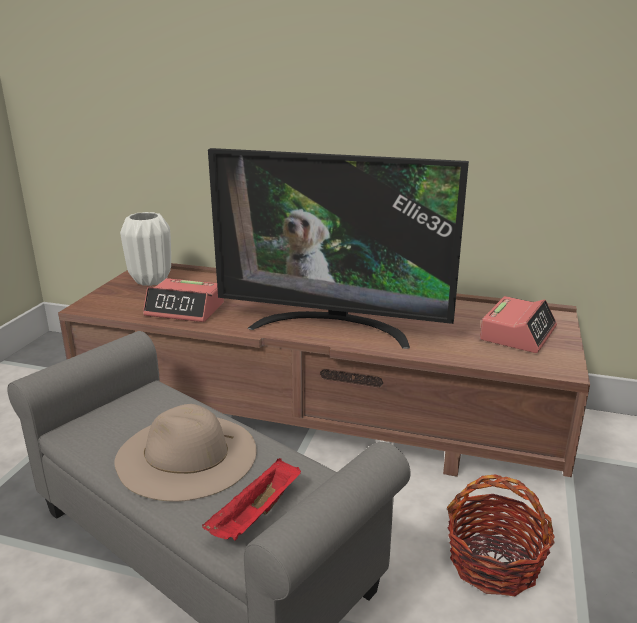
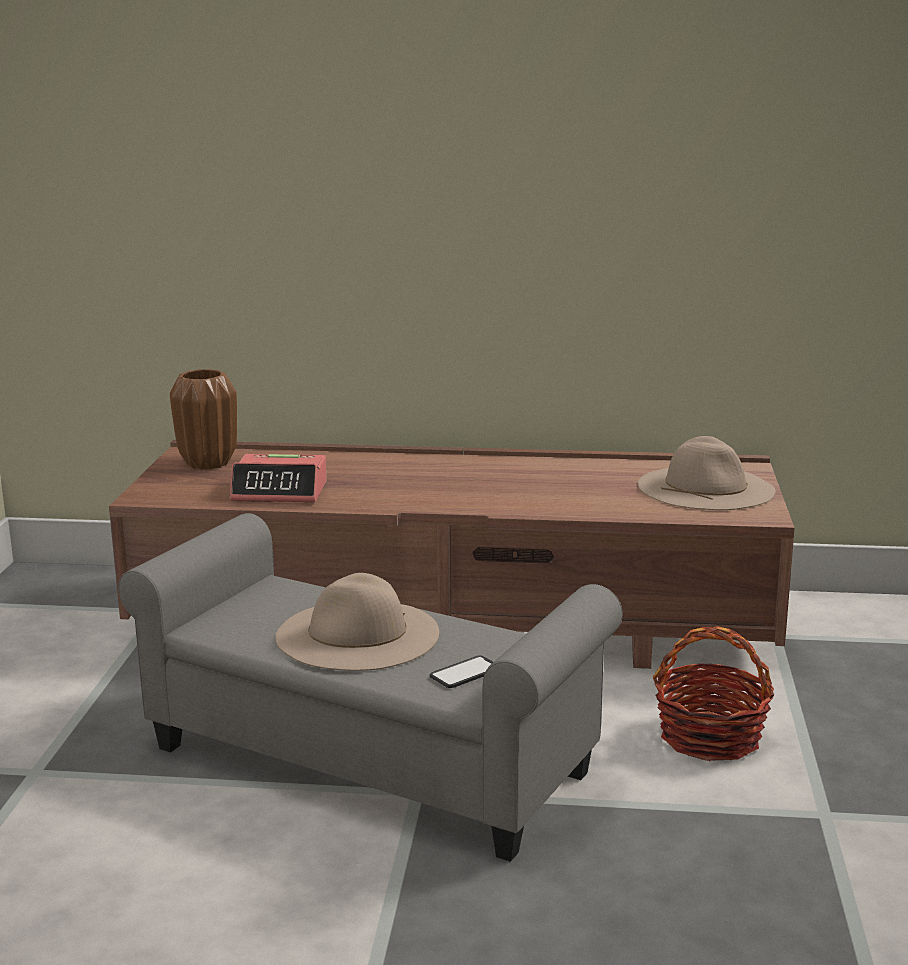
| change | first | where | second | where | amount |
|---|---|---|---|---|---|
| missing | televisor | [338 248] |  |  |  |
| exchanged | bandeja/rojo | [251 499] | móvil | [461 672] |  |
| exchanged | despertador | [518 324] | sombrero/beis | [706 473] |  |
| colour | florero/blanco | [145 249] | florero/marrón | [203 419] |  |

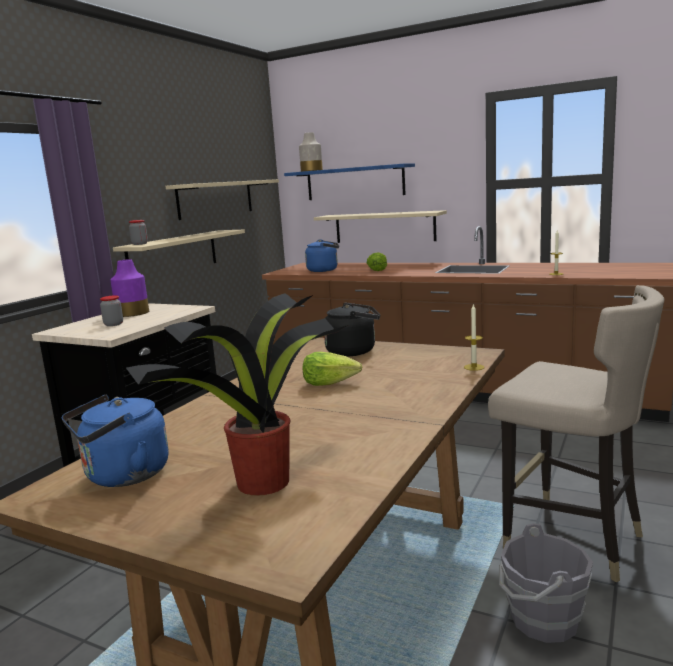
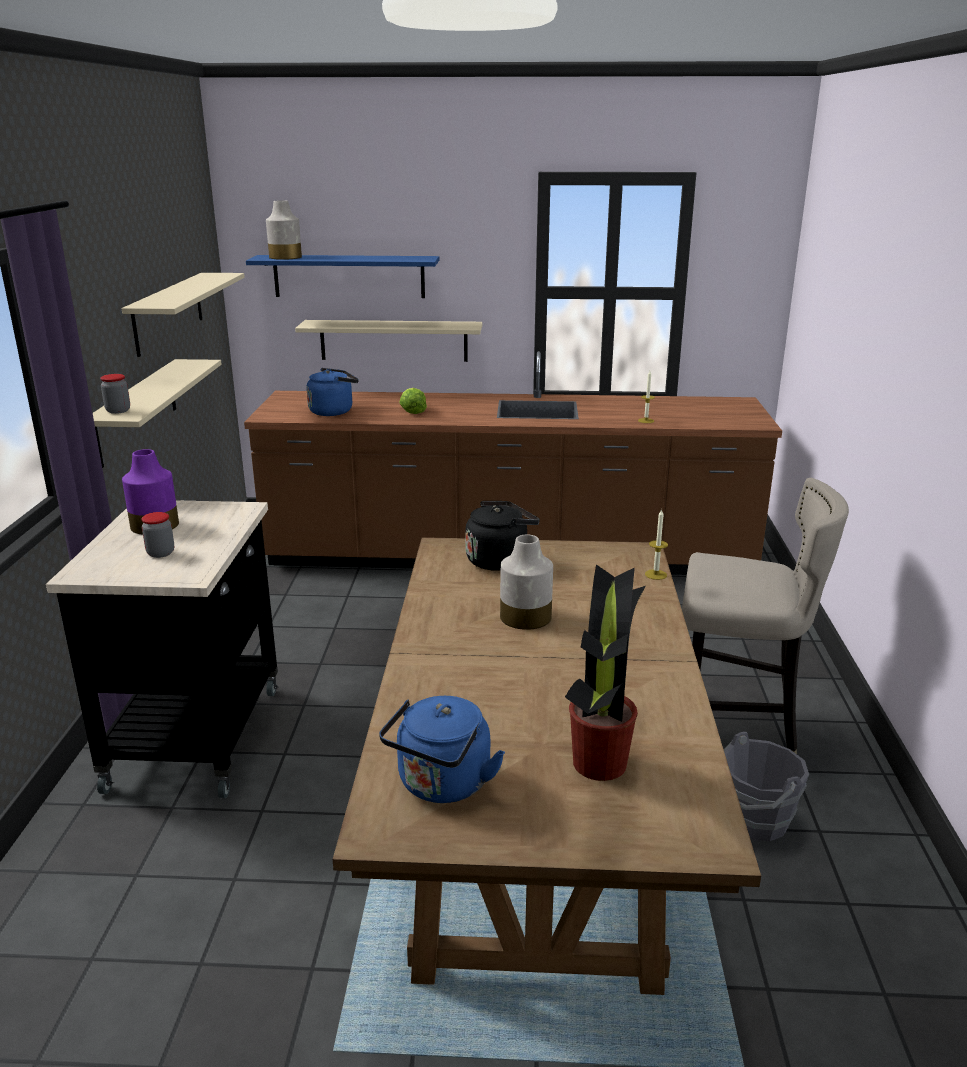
| change | first | where | second | where | amount |
|---|---|---|---|---|---|
| exchanged | lechuga | [332 369] | florero/beis | [526 582] |  |

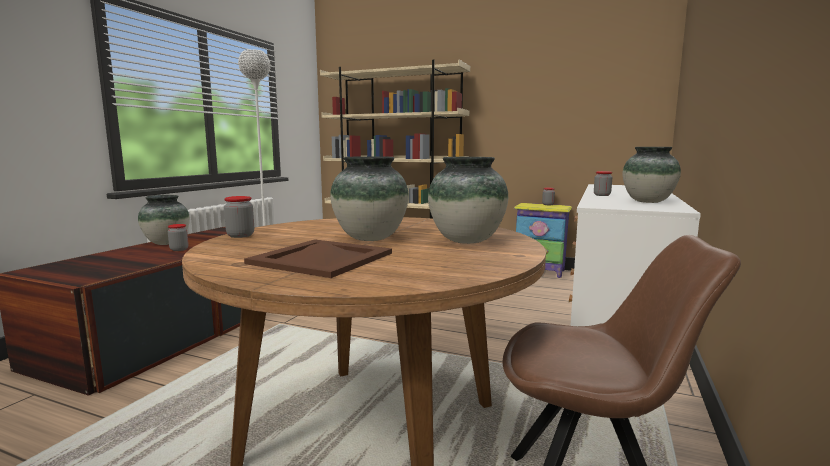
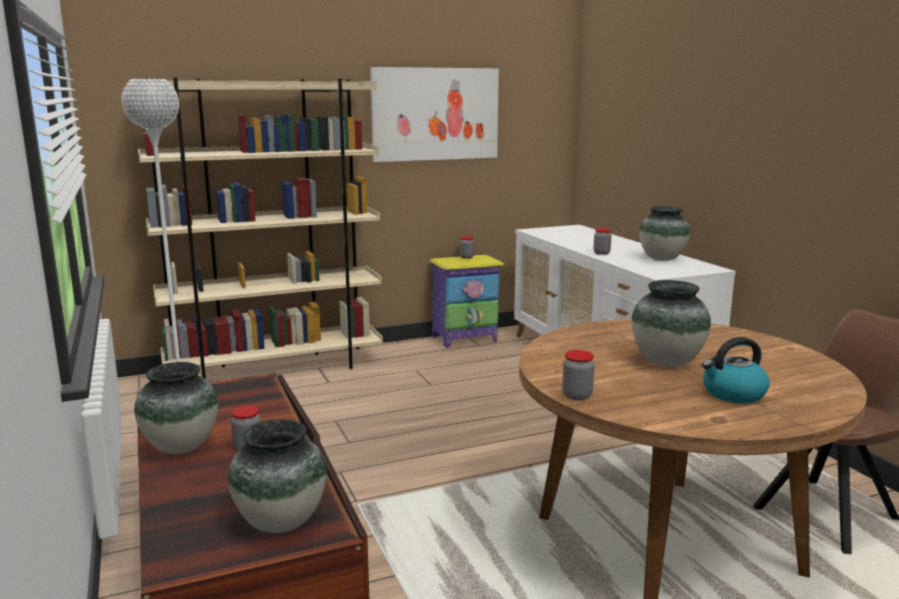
| change | first | where | second | where | amount |
|---|---|---|---|---|---|
| appeared |  |  | cuadro | [434 114] |  |
| relocated | florero | [468 200] |  | [277 476] |  |
| exchanged | bandeja/marrón | [318 259] | hervidor | [735 370] |  |

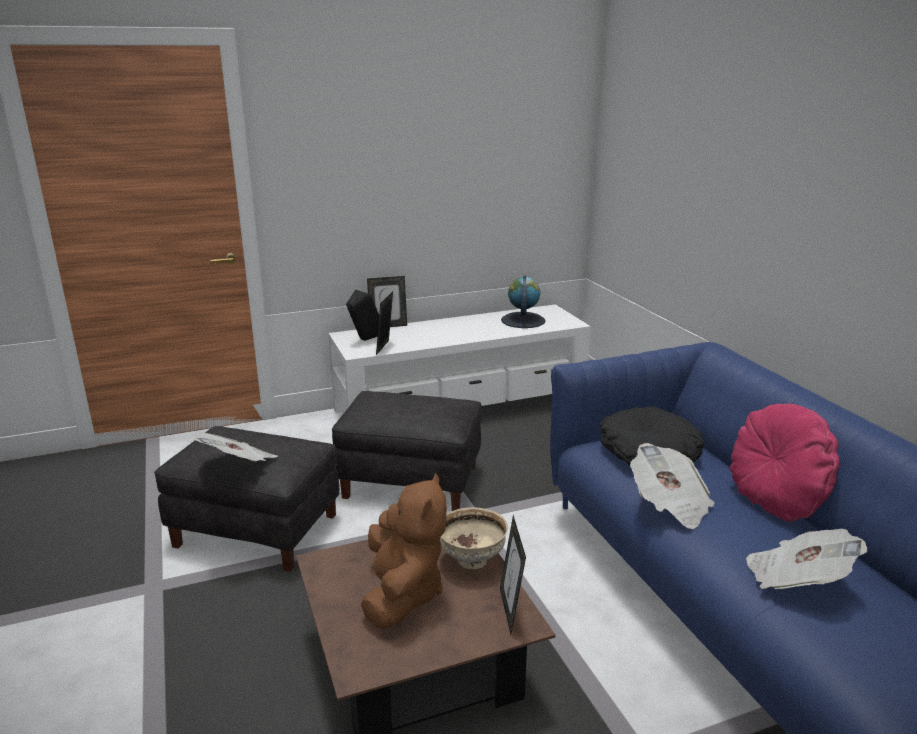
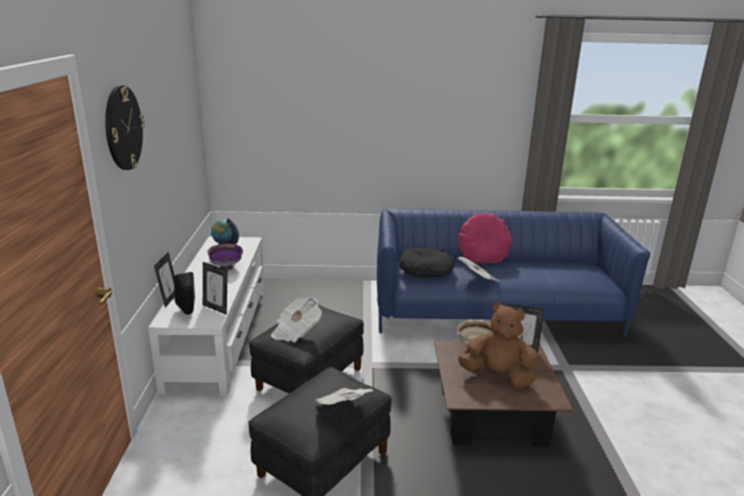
| change | first | where | second | where | amount |
|---|---|---|---|---|---|
| appeared |  |  | reloj de pared | [125 127] |  |
| appeared |  |  | cuenco/morado | [225 256] |  |
| relocated | periódico | [806 559] |  | [296 319] |  |

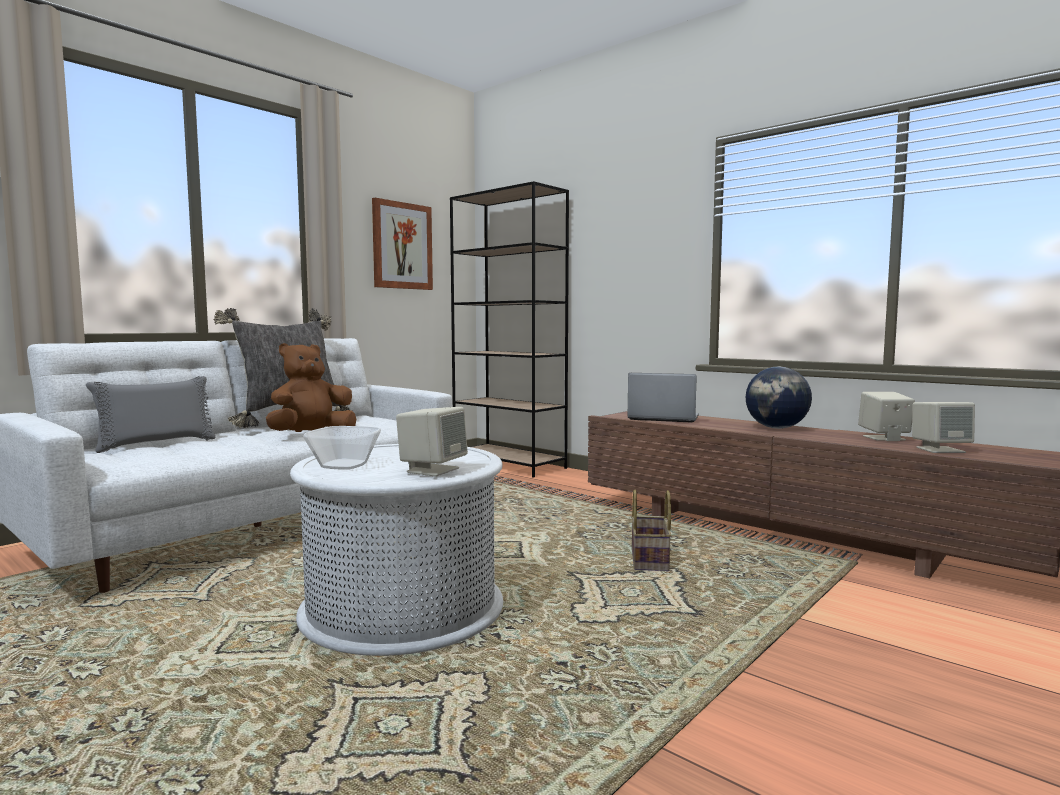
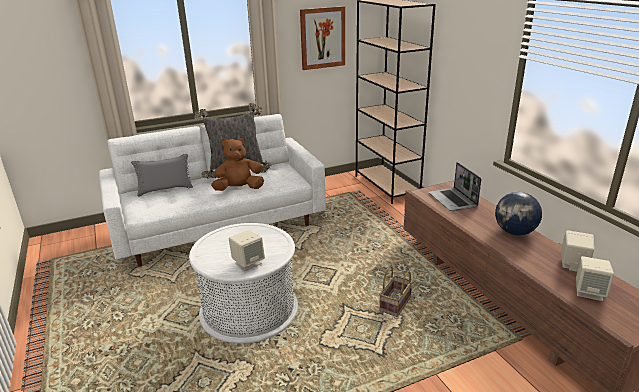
| change | first | where | second | where | amount |
|---|---|---|---|---|---|
| missing | cuenco | [342 447] |  |  |  |
| spun | portátil | [663 398] |  | [455 186] | 150 degrees counterclockwise |

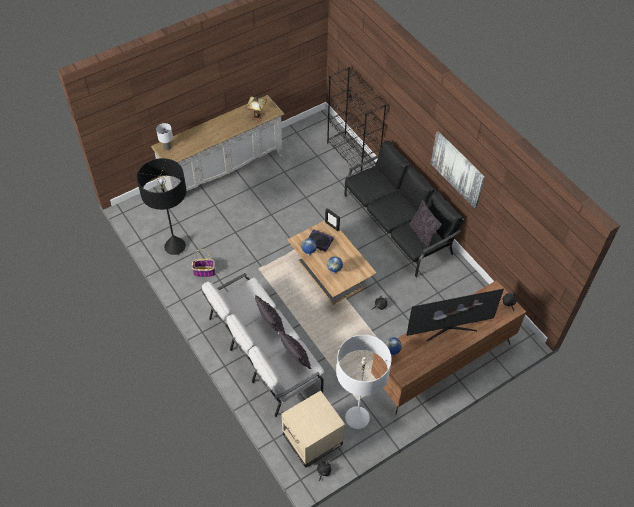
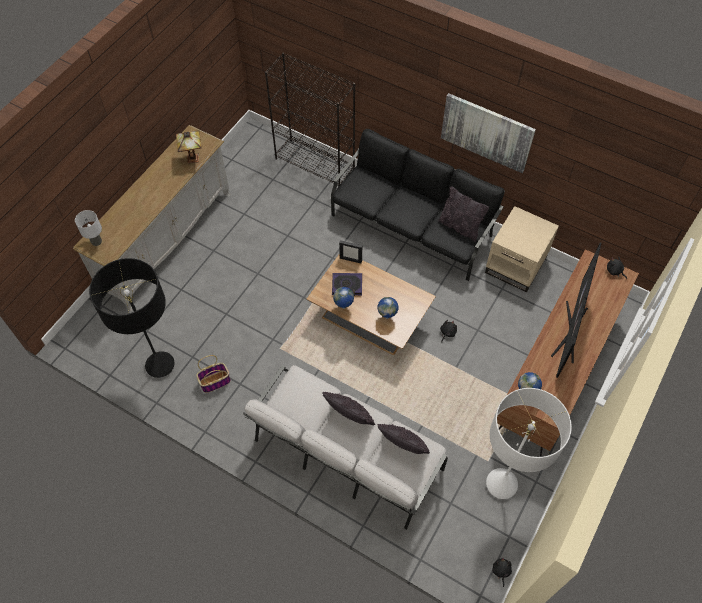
| change | first | where | second | where | amount |
|---|---|---|---|---|---|
| relocated | mesa auxiliar/beis | [313 429] |  | [522 249] |  |
| spun | televisor | [455 315] |  | [576 310] | 150 degrees clockwise |

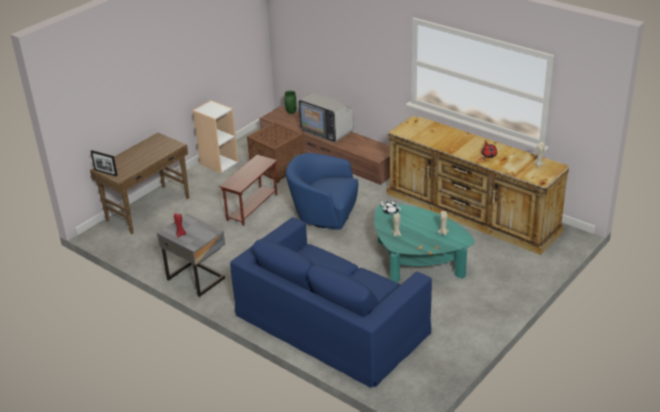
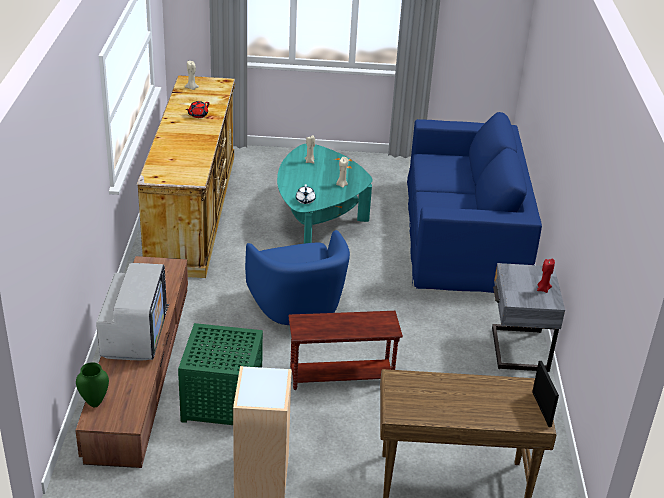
| change | first | where | second | where | amount |
|---|---|---|---|---|---|
| colour | mesa auxiliar/marrón | [275 152] | mesa auxiliar/verde | [220 374] |  |

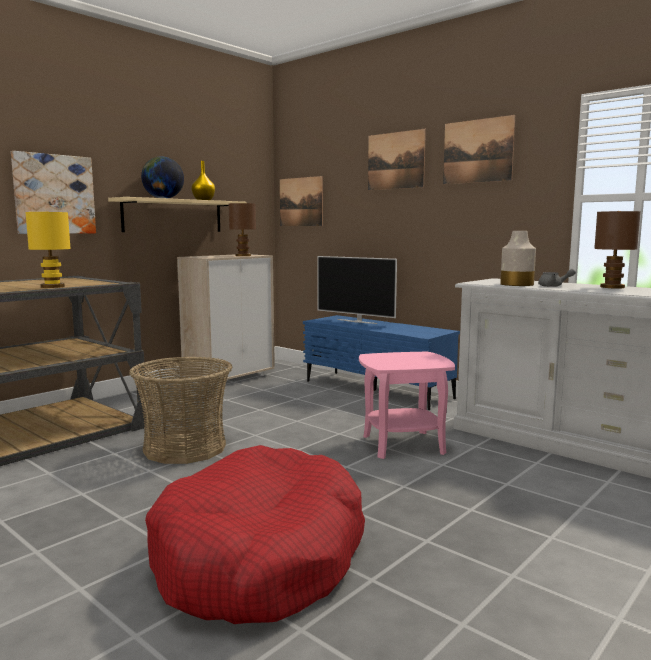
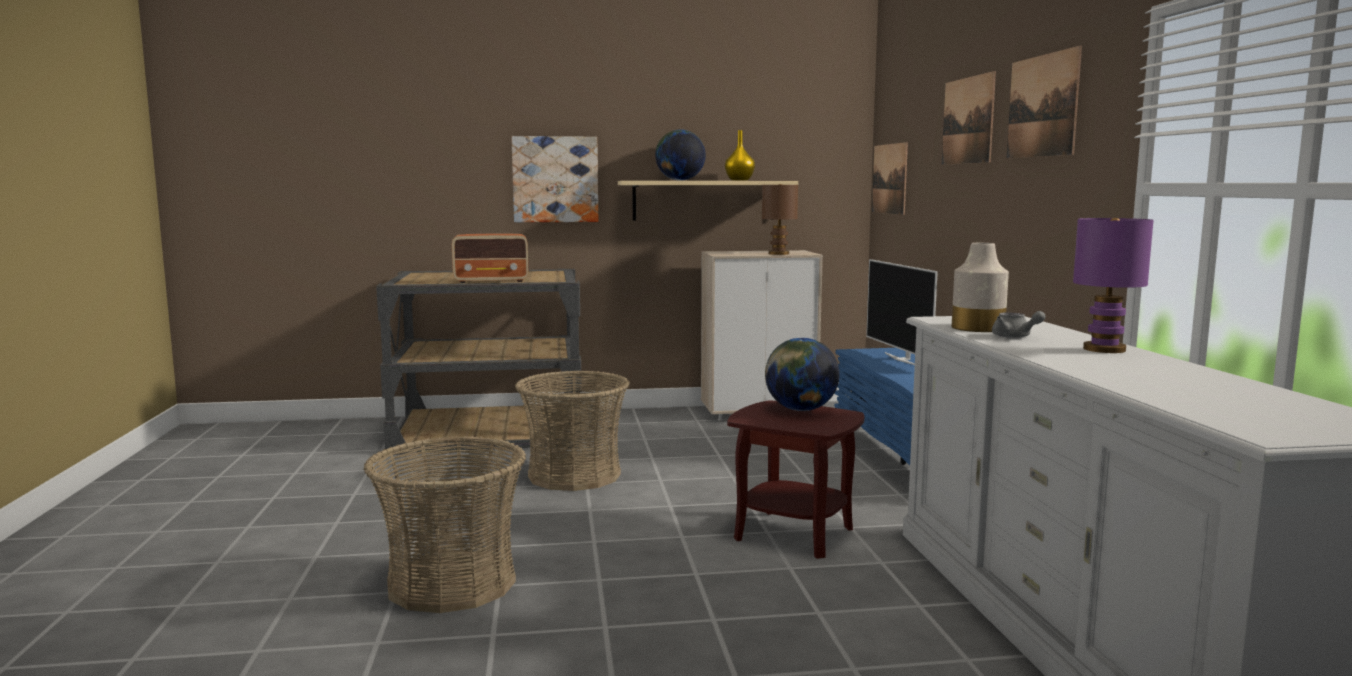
| change | first | where | second | where | amount |
|---|---|---|---|---|---|
| appeared |  |  | globo terráqueo | [802 374] |  |
| exchanged | lámpara de mesa/amarillo | [48 249] | radio | [490 258] |  |
| exchanged | cama para perro/rojo | [255 534] | cesta | [444 524] |  |
| colour | mesa auxiliar/rosa | [407 405] | mesa auxiliar/marrón | [796 479] |  |
| colour | lámpara de mesa/marrón | [617 250] | lámpara de mesa/morado | [1113 285] |  |

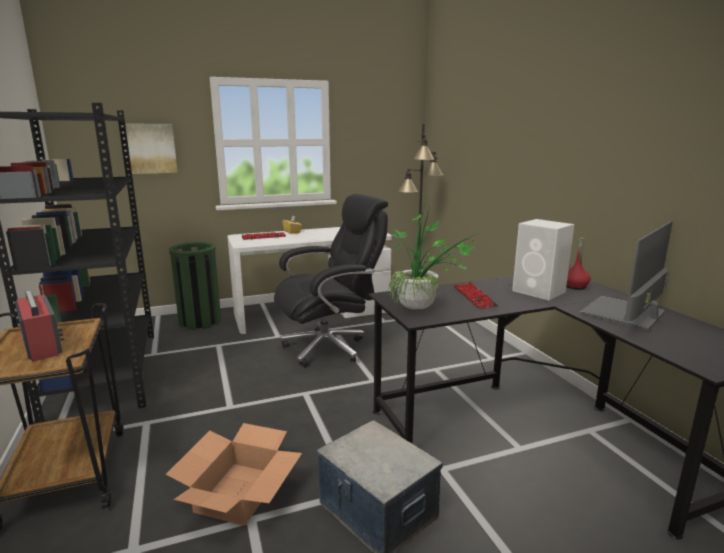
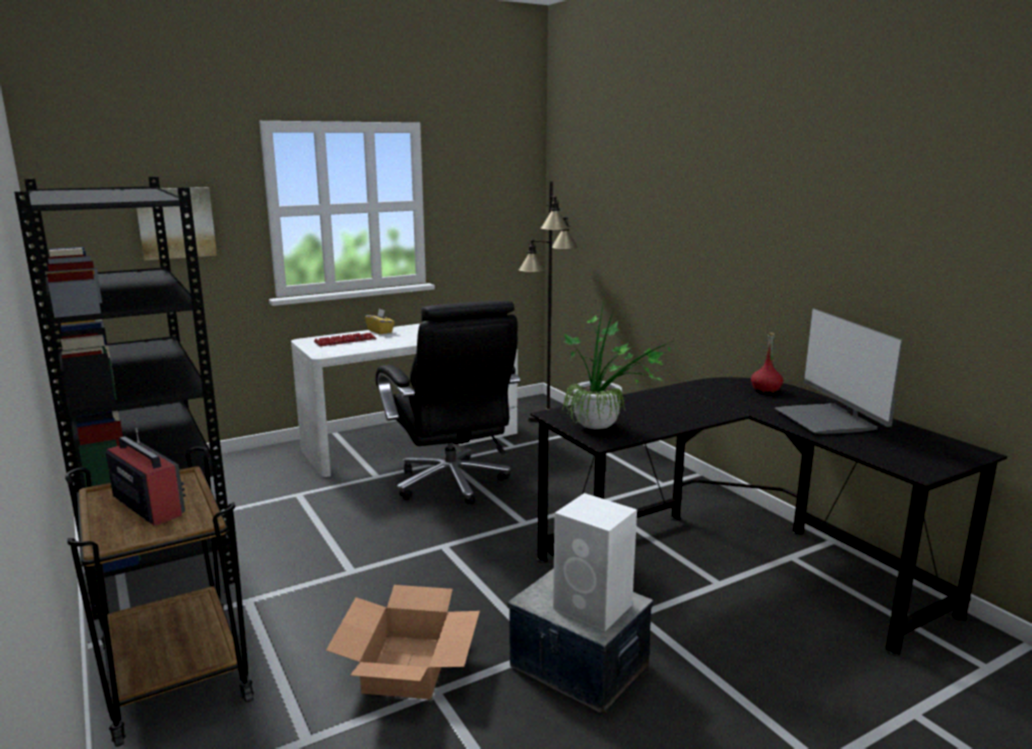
| change | first | where | second | where | amount |
|---|---|---|---|---|---|
| missing | papelera/verde | [195 286] |  |  |  |
| missing | teclado | [476 295] |  |  |  |
| relocated | altavoz/blanco | [543 259] |  | [595 562] |  |
| spun | silla de oficina/negro | [331 280] |  | [448 403] | 105 degrees clockwise |
| spun | monitor | [626 276] |  | [839 371] | 45 degrees counterclockwise |

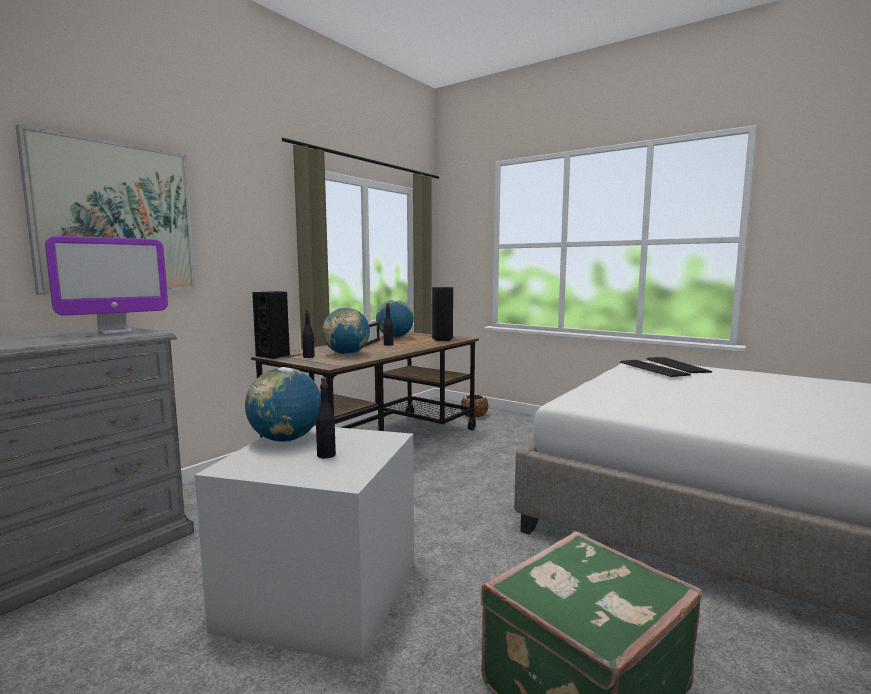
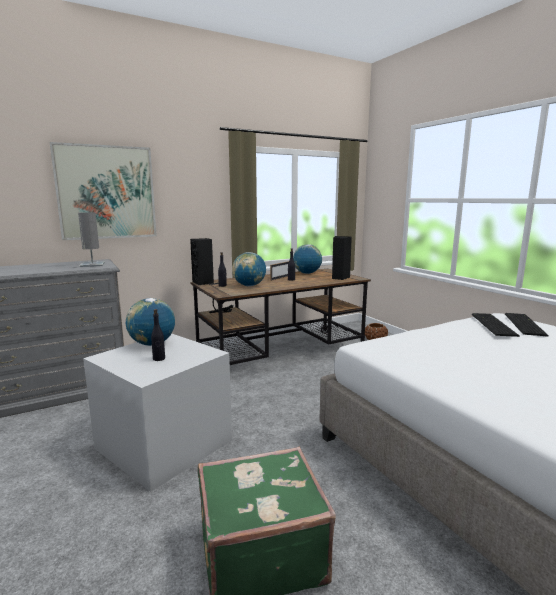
| change | first | where | second | where | amount |
|---|---|---|---|---|---|
| exchanged | monitor | [106 285] | lámpara de mesa/gris | [91 239] |  |

